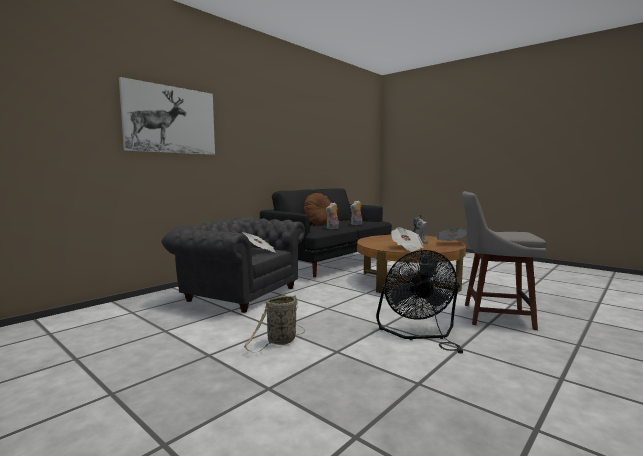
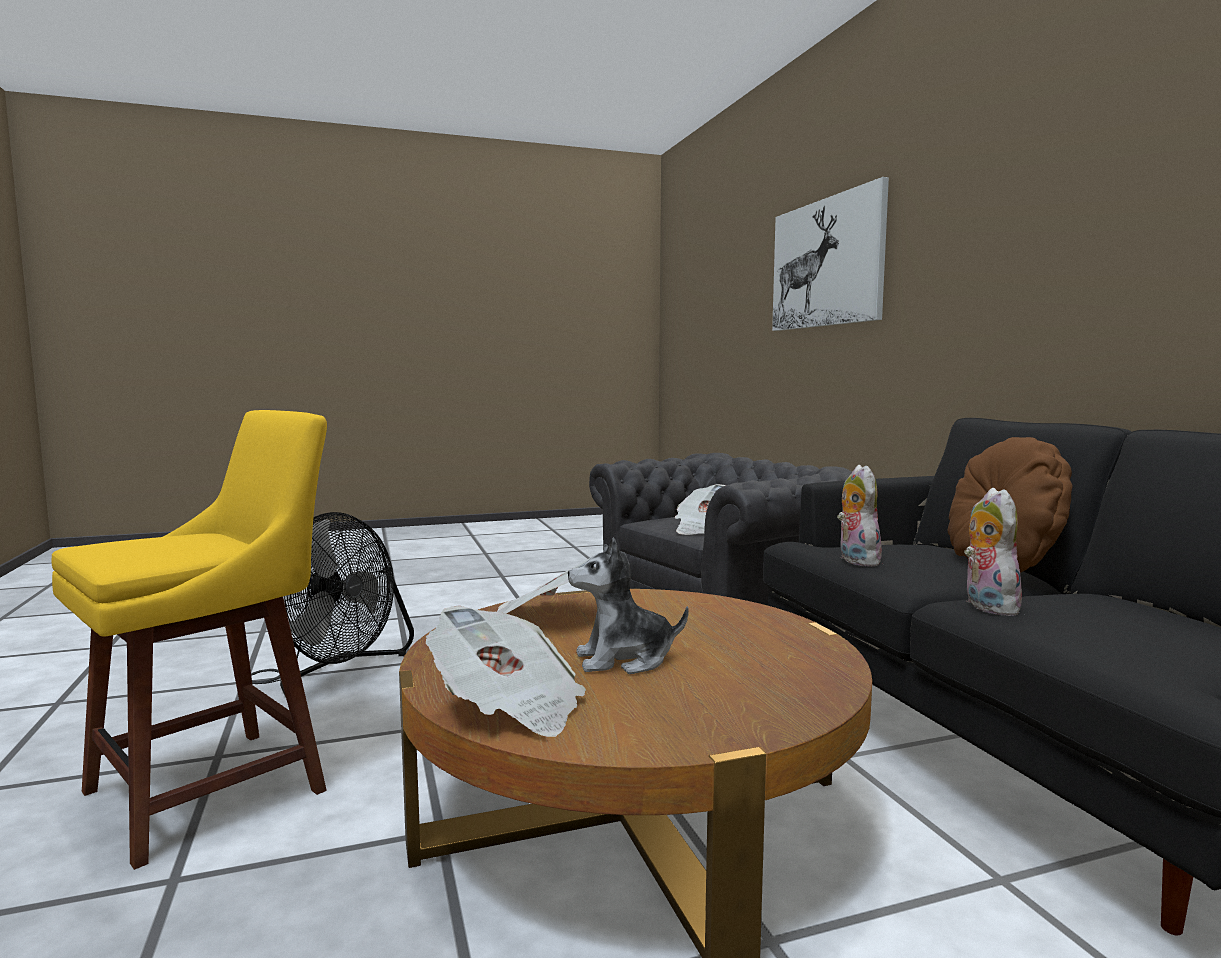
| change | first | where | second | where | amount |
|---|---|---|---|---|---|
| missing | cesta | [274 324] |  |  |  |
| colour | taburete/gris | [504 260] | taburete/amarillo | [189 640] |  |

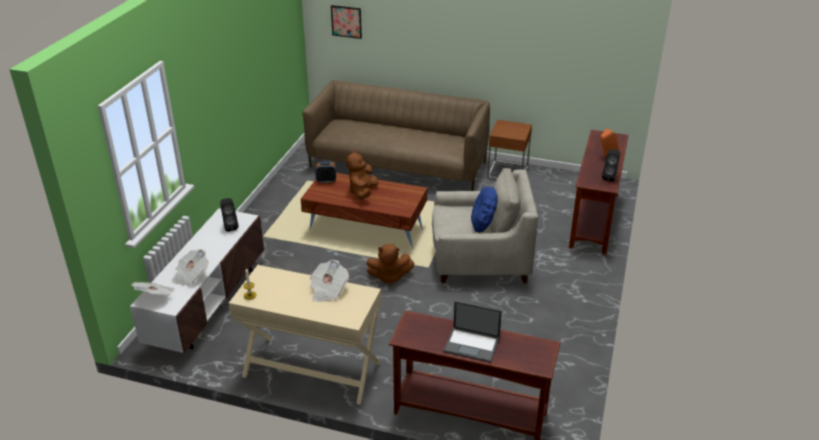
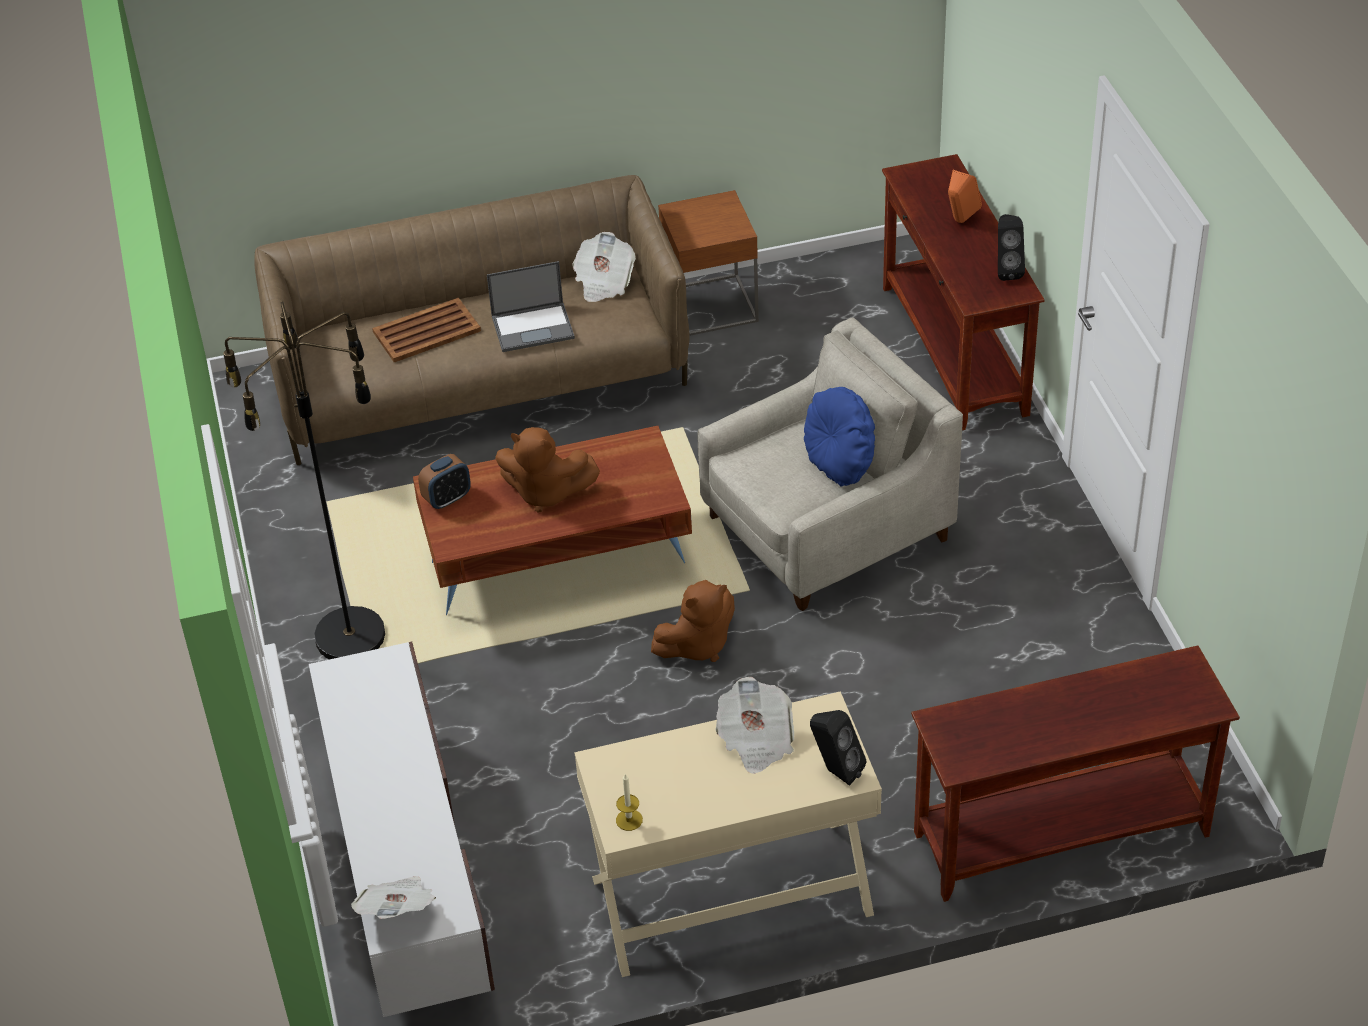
| change | first | where | second | where | amount |
|---|---|---|---|---|---|
| missing | cuadro | [346 22] |  |  |  |
| appeared |  |  | lámpara de pie | [304 480] |  |
| appeared |  |  | bandeja/marrón | [426 330] |  |
| relocated | periódico | [190 267] |  | [604 267] |  |
| relocated | altavoz/negro | [229 215] |  | [838 748] |  |
| relocated | portátil | [472 332] |  | [531 306] |  |
| spun | peluche/marrón | [362 174] |  | [547 470] | 60 degrees counterclockwise |

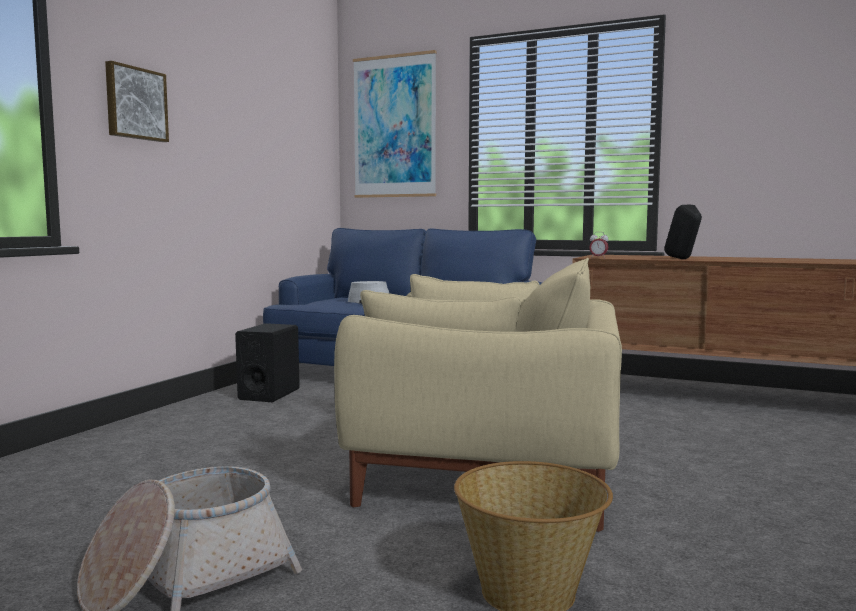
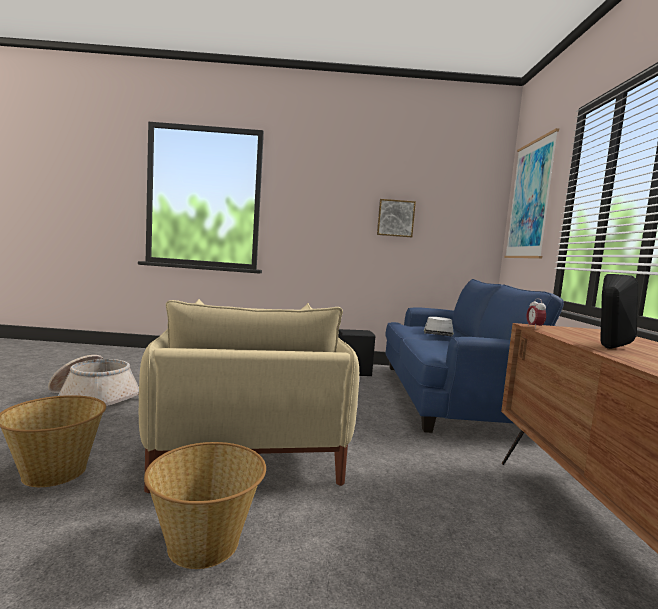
| change | first | where | second | where | amount |
|---|---|---|---|---|---|
| appeared |  |  | cesta | [205 505] |  |
| relocated | cuadro | [137 101] |  | [396 218] |  |

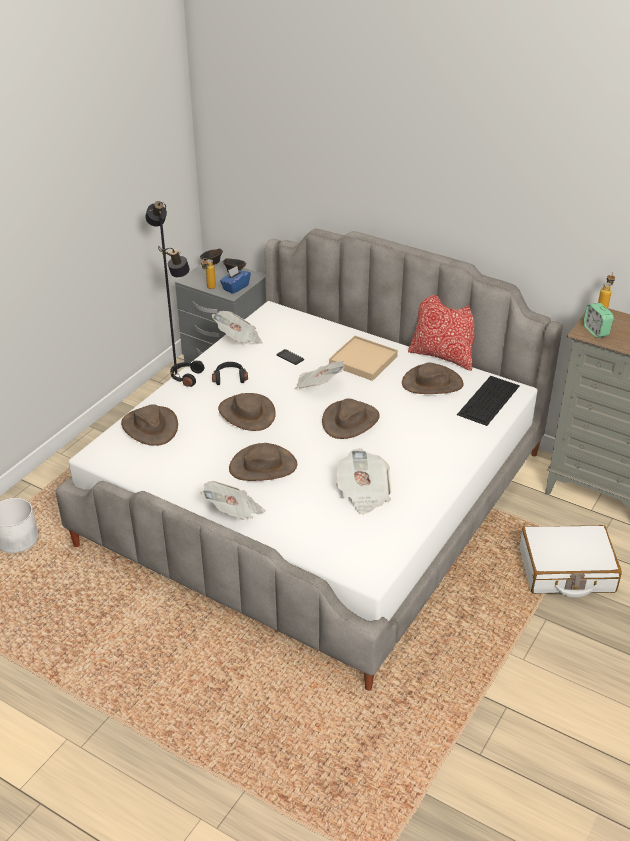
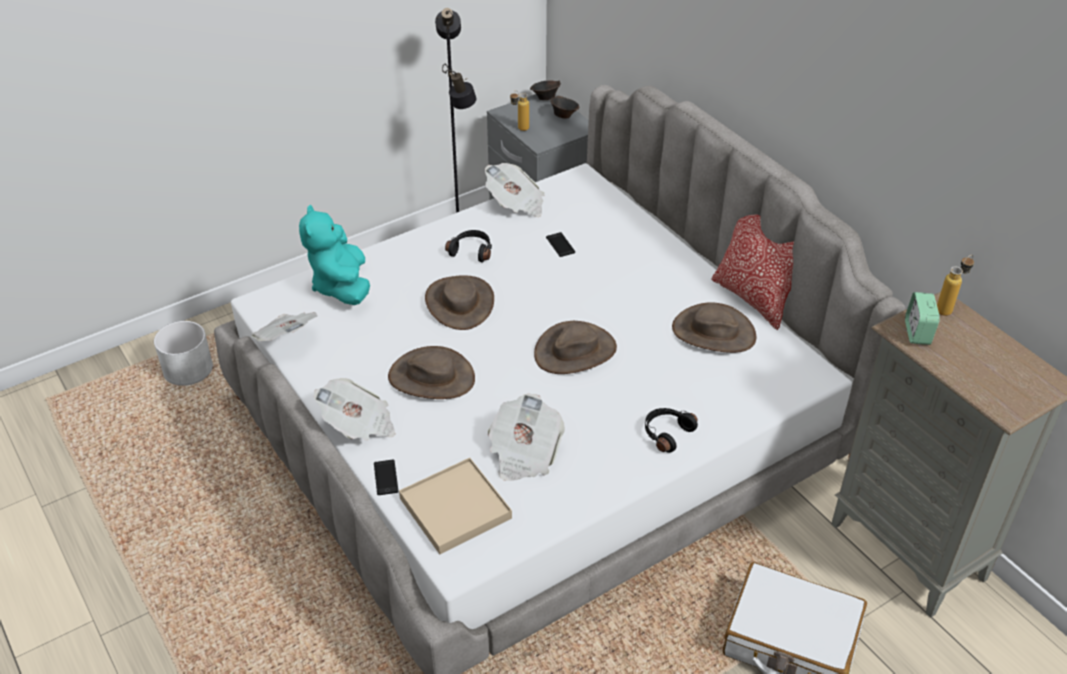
| change | first | where | second | where | amount |
|---|---|---|---|---|---|
| missing | caja de pañuelos/azul | [235 280] |  |  |  |
| missing | teclado | [488 401] |  |  |  |
| appeared |  |  | móvil | [386 477] |  |
| relocated | auriculares/negro | [187 374] |  | [671 430] |  |
| relocated | periódico | [319 375] |  | [284 326] |  |
| relocated | bandeja/beis | [363 358] |  | [455 506] |  |
| exchanged | sombrero/marrón | [149 425] | peluche/turquesa | [334 255] |  |

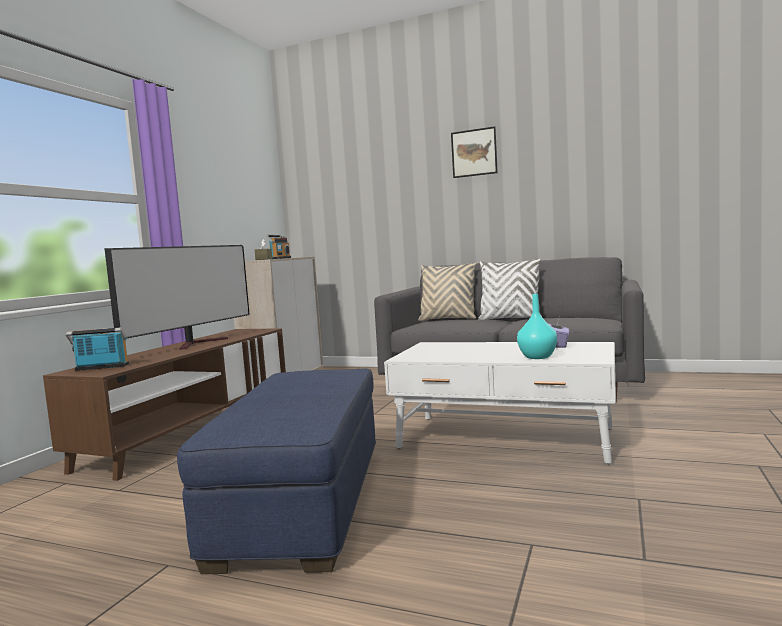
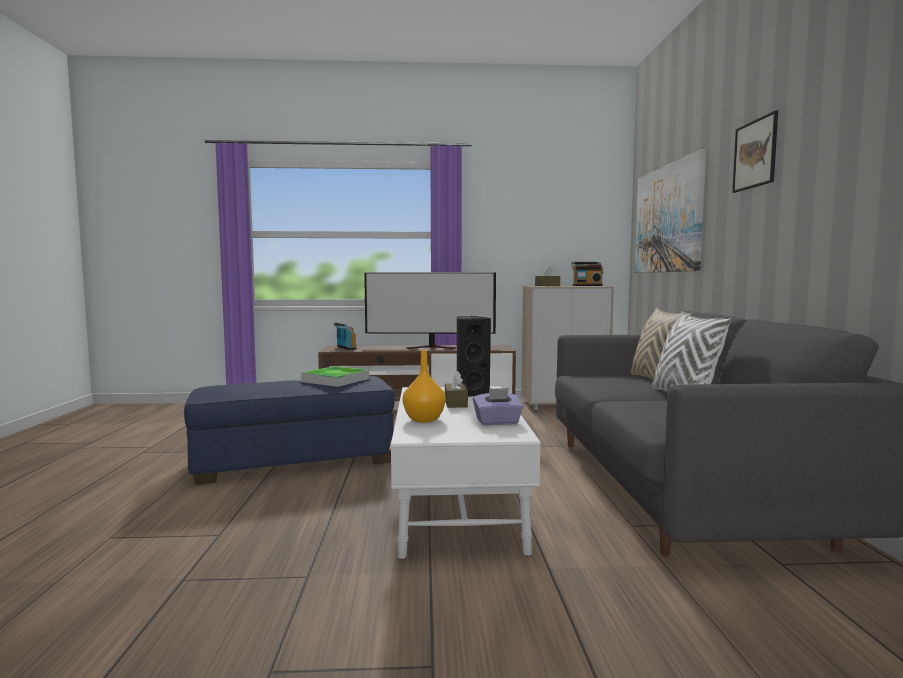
| change | first | where | second | where | amount |
|---|---|---|---|---|---|
| appeared |  |  | bandeja | [335 376] |  |
| appeared |  |  | caja de pañuelos/marrón | [456 389] |  |
| appeared |  |  | altavoz/negro | [474 356] |  |
| appeared |  |  | cuadro | [670 211] |  |
| colour | florero/turquesa | [537 326] | florero/naranja | [424 386] |  |

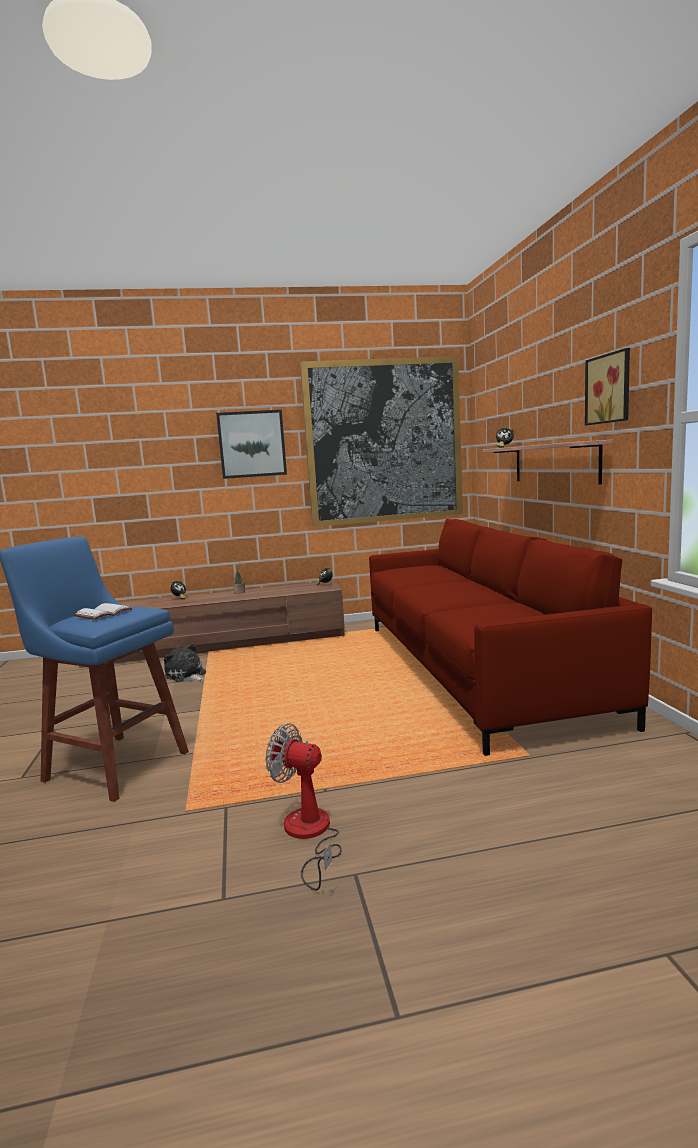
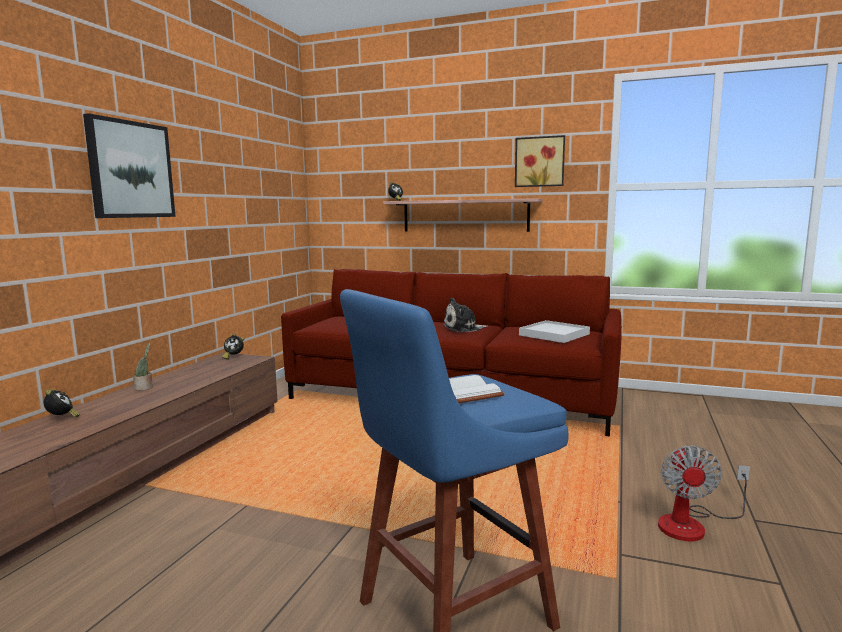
| change | first | where | second | where | amount |
|---|---|---|---|---|---|
| missing | cuadro | [381 441] |  |  |  |
| appeared |  |  | bandeja/blanco | [554 331] |  |
| relocated | peluche | [185 662] |  | [465 315] |  |
| spun | ventilador | [303 807] |  | [704 493] | 45 degrees counterclockwise |

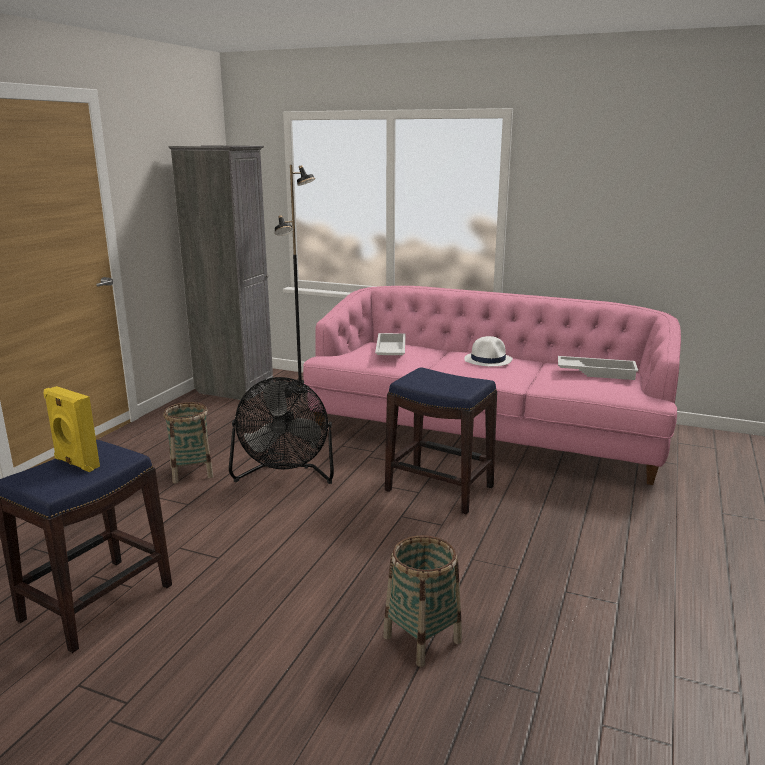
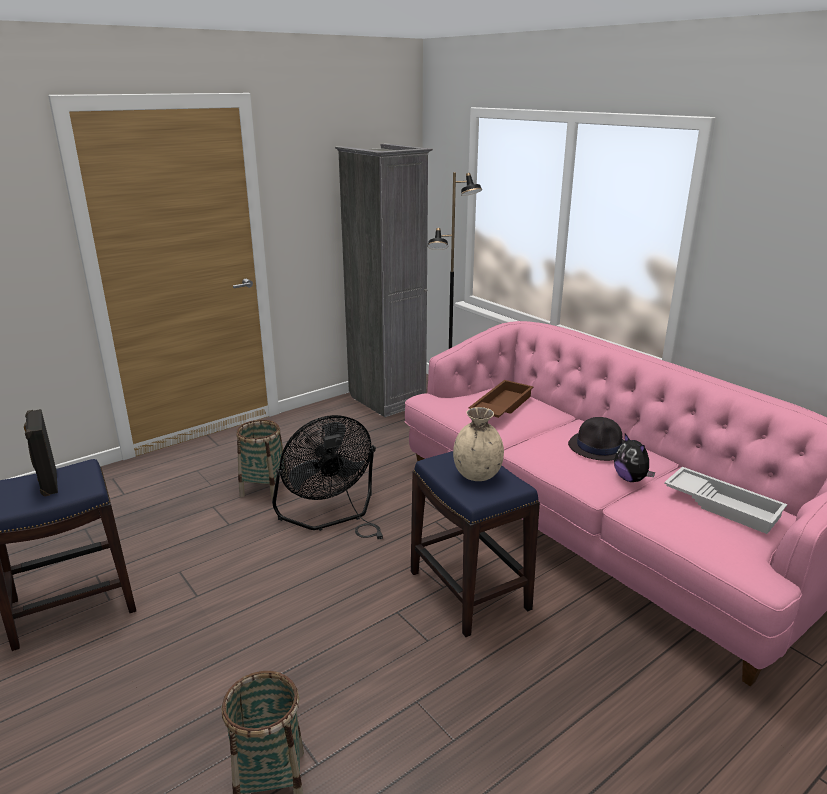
| change | first | where | second | where | amount |
|---|---|---|---|---|---|
| appeared |  |  | florero/beis | [478 444] |  |
| appeared |  |  | peluche | [634 458] |  |
| colour | altavoz/amarillo | [71 429] | altavoz/negro | [41 453] |  |
| colour | bandeja/blanco | [390 344] | bandeja/marrón | [501 399] |  |
| colour | sombrero/blanco | [488 351] | sombrero/negro | [596 439] |  |
| spun | ventilador/negro | [281 430] |  | [327 477] | 120 degrees clockwise |

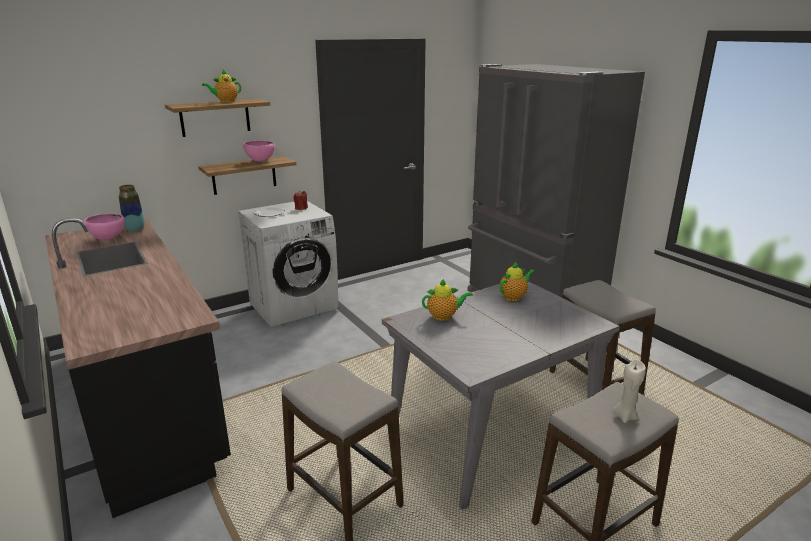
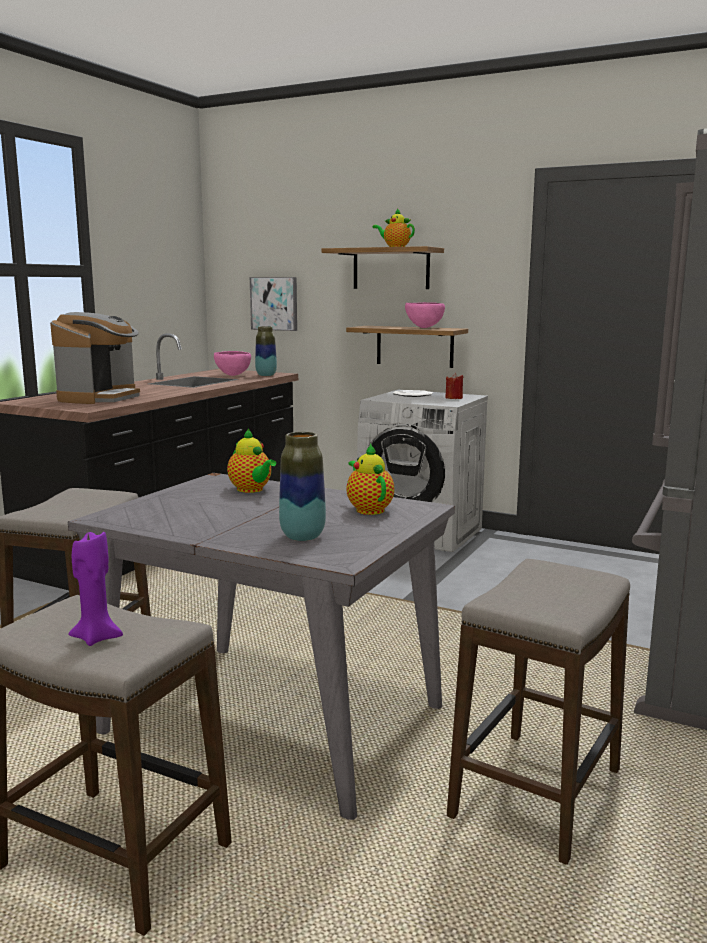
| change | first | where | second | where | amount |
|---|---|---|---|---|---|
| appeared |  |  | cafetera | [95 358] |  |
| appeared |  |  | cuadro | [273 304] |  |
| appeared |  |  | florero | [302 486] |  |
| colour | vela/beis | [629 391] | vela/morado | [95 589] |  |
| spun | tetera | [517 281] |  | [370 479] | 135 degrees counterclockwise |

